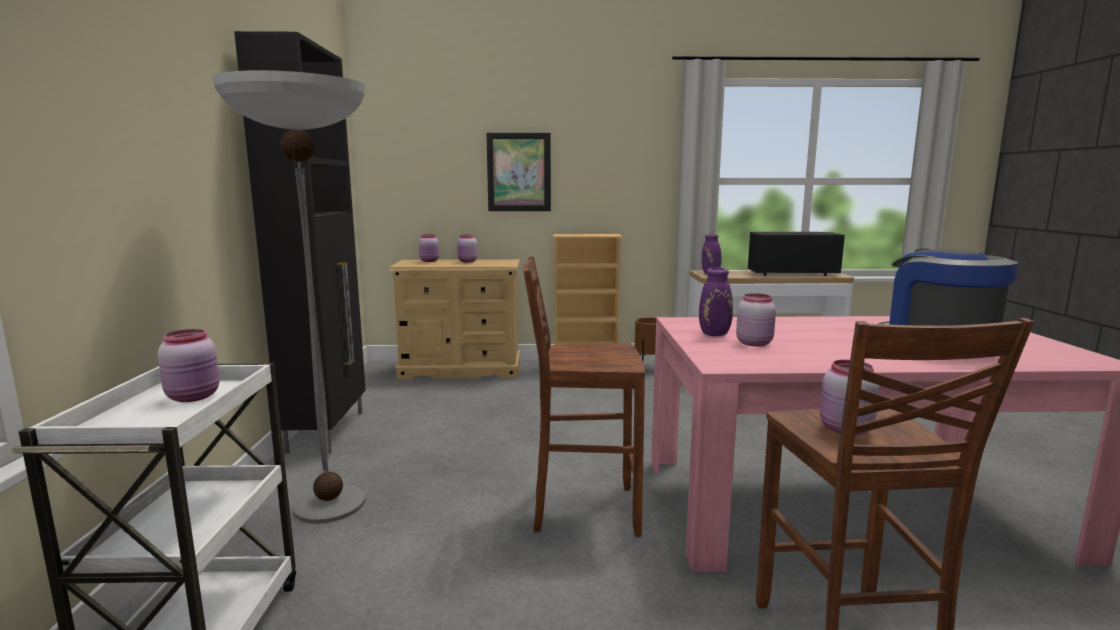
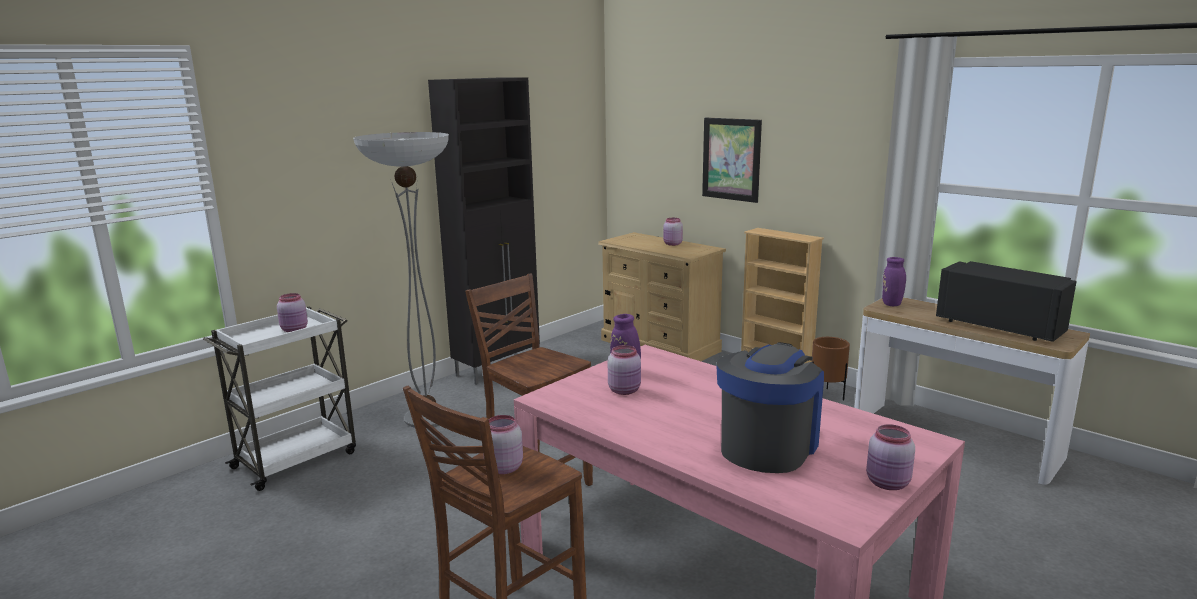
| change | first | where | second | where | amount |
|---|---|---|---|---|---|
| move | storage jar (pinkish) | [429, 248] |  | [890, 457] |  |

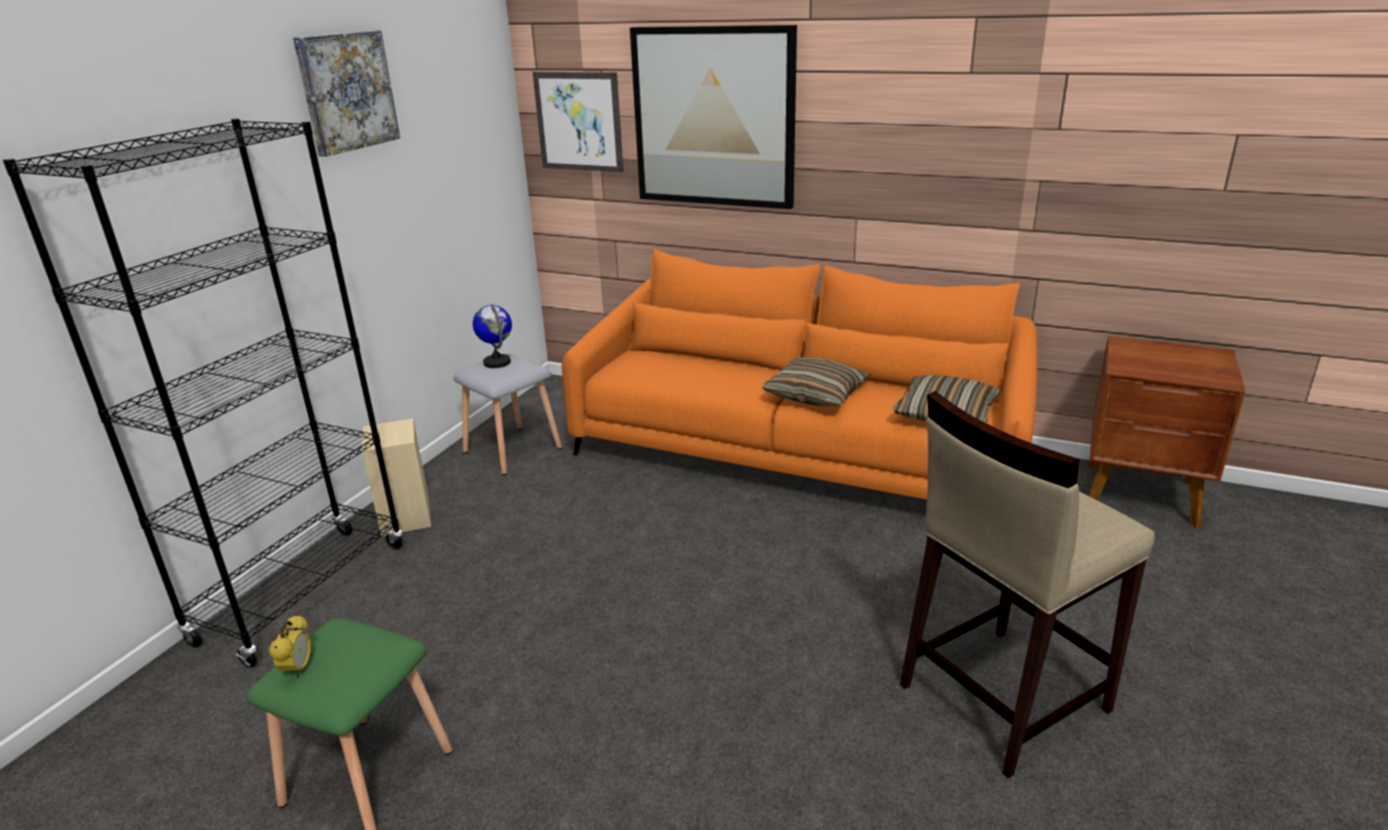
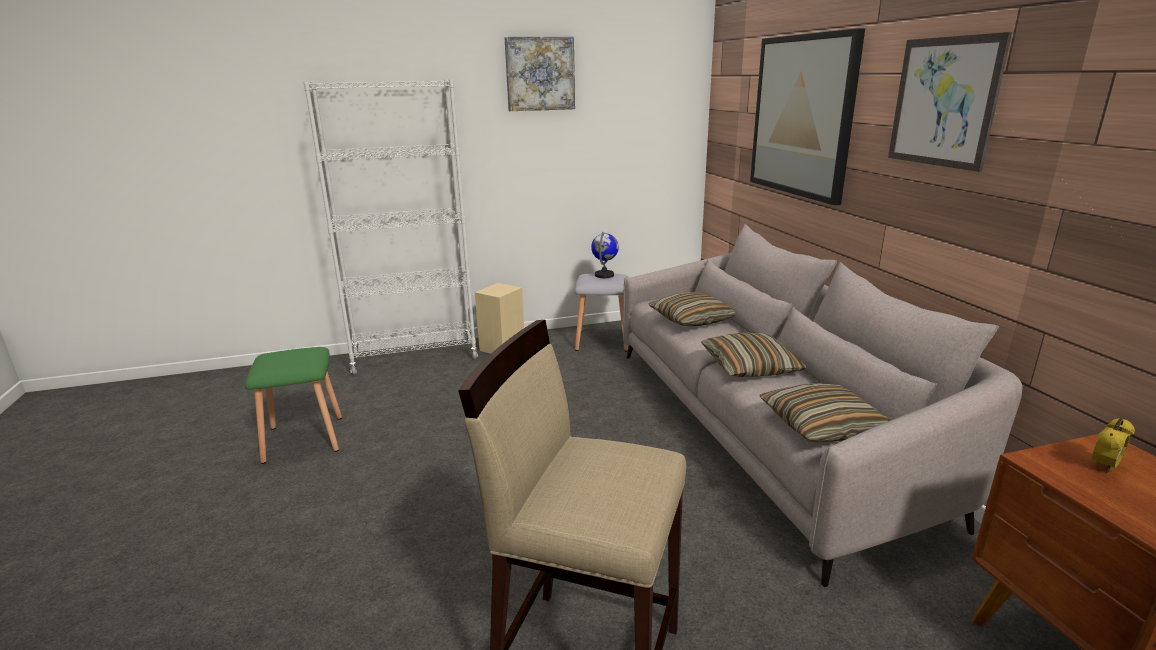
| change | first | where | second | where | amount |
|---|---|---|---|---|---|
| move | wall picture | [578, 122] |  | [950, 102] |  |
| recolor | bookcase (blackish) | [203, 392] | bookcase (white) | [390, 227] |  |
| recolor | couch (orange-coloured) | [799, 374] | couch (gray) | [823, 405] |  |
| move | alarm clock | [290, 646] |  | [1113, 445] |  |
| insert |  |  | throw pillow | [692, 309] |  |

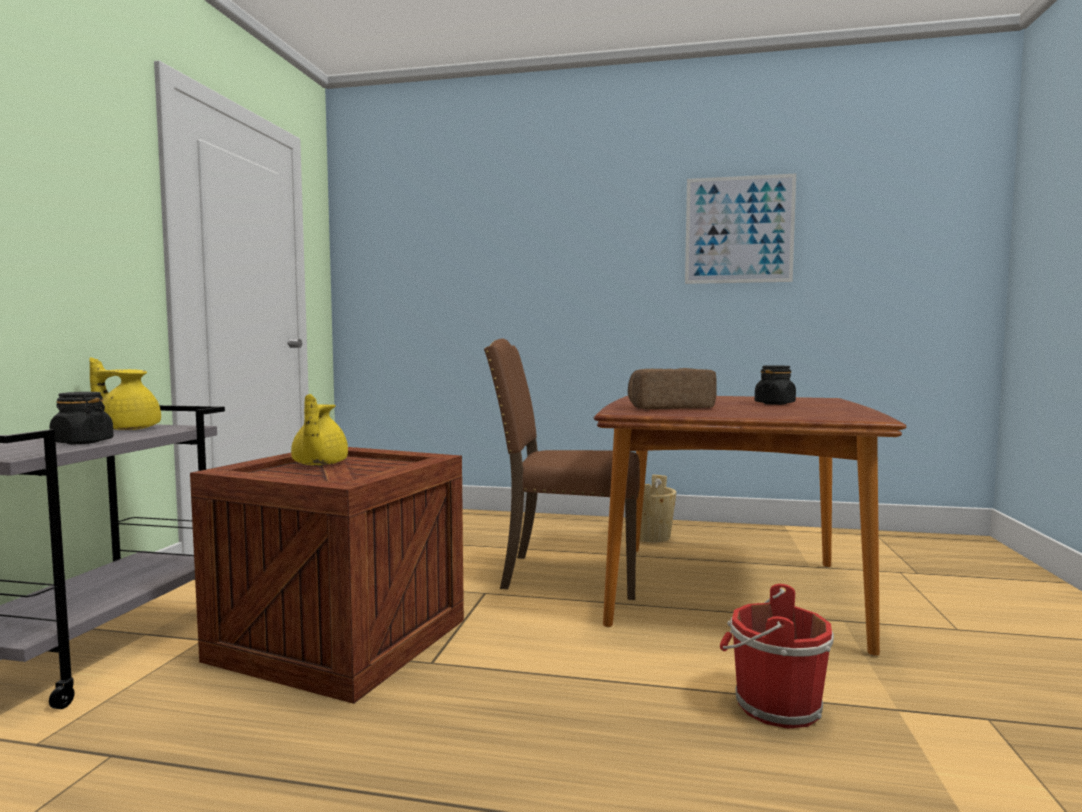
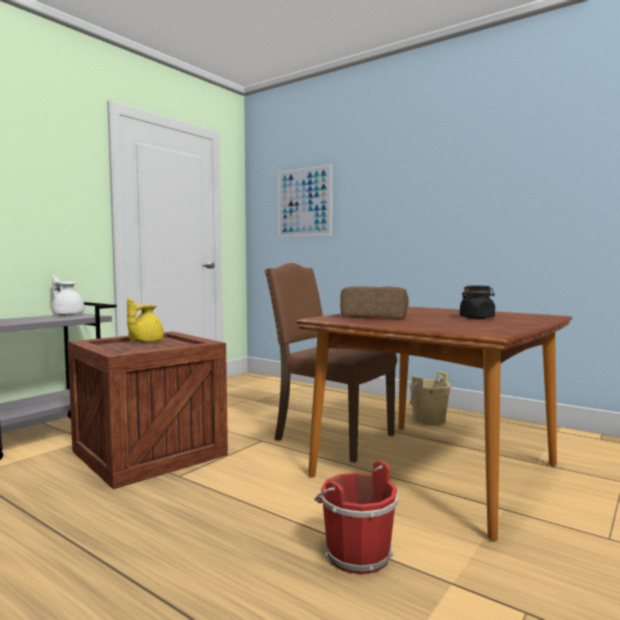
| change | first | where | second | where | amount |
|---|---|---|---|---|---|
| move | wall picture | [740, 229] |  | [305, 200] |  |
| recolor | teapot (yellow-coloured) | [125, 393] | teapot (white) | [68, 295] |  |
| delete | storage jar (blackish) | [81, 418] |  |  |  |

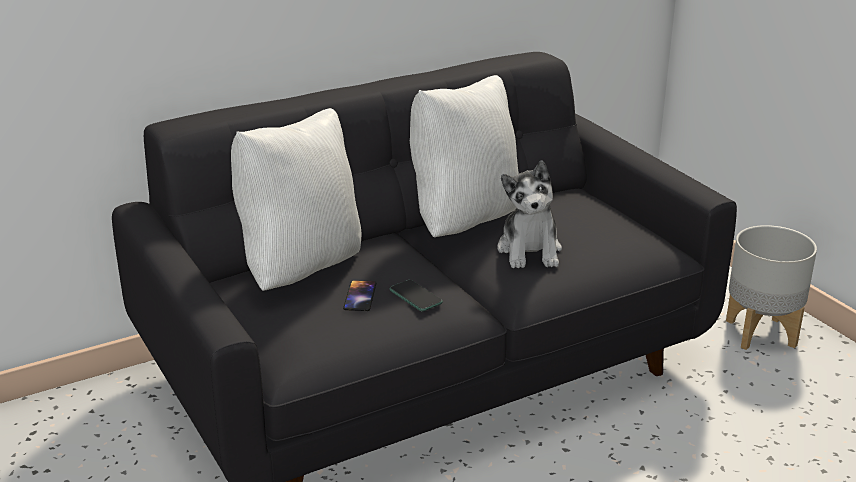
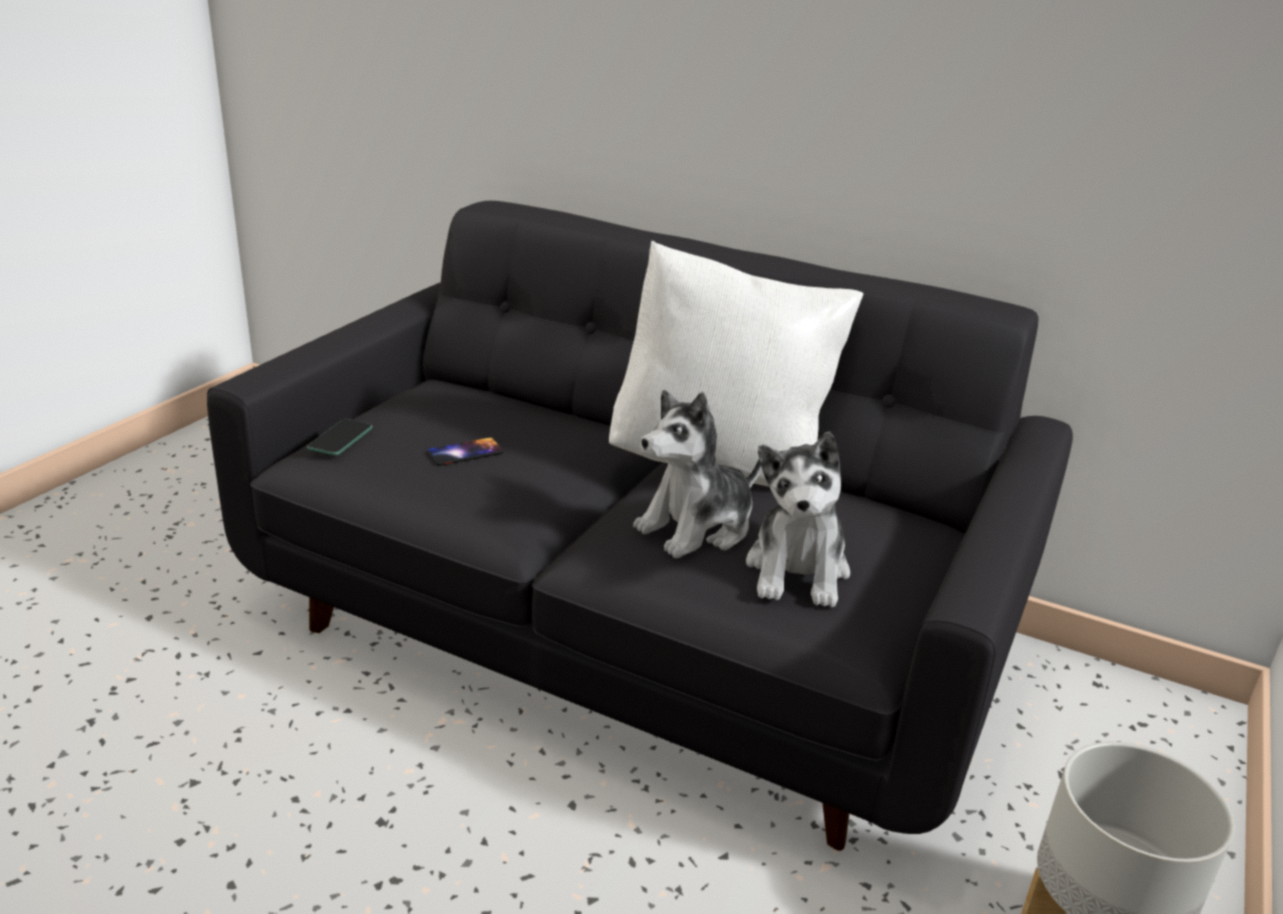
| change | first | where | second | where | amount |
|---|---|---|---|---|---|
| delete | throw pillow (white) | [296, 199] |  |  |  |
| move | phone | [416, 295] |  | [340, 437] |  |
| insert |  |  | plush toy | [798, 519] |  |

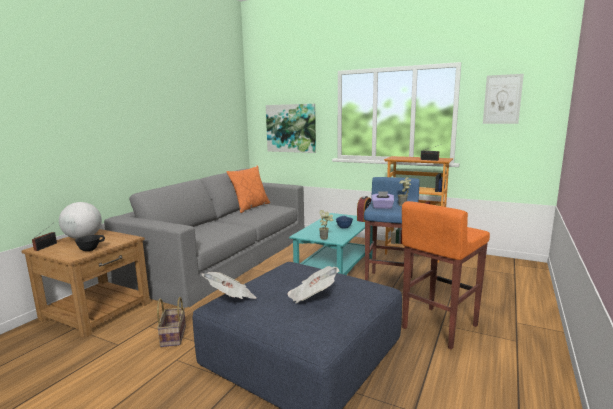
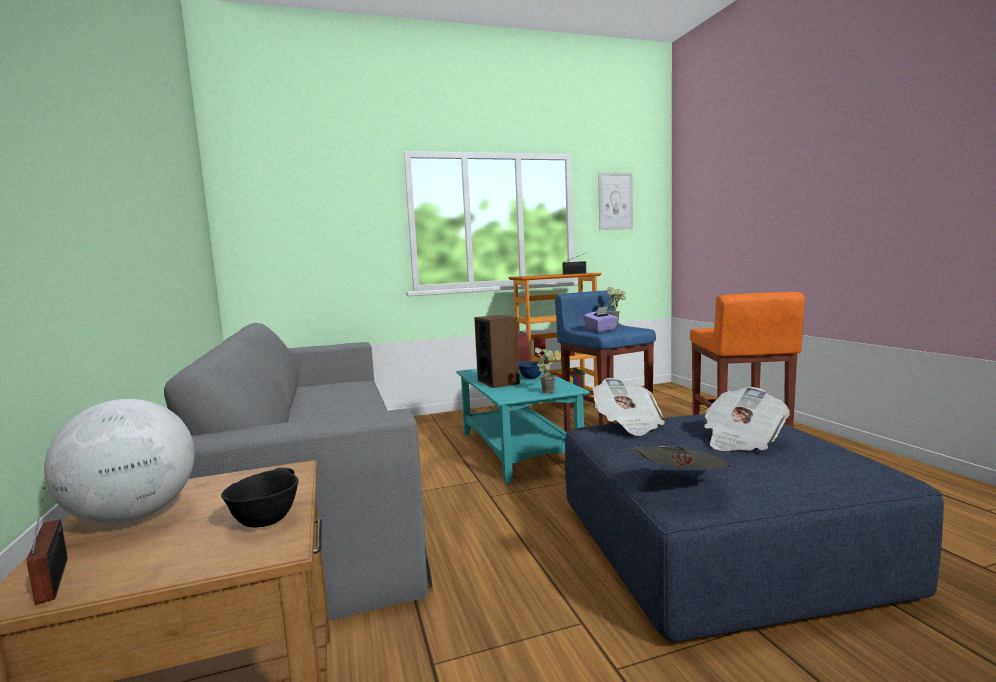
| change | first | where | second | where | amount |
|---|---|---|---|---|---|
| delete | wall picture | [291, 128] |  |  |  |
| delete | throw pillow (orange-coloured) | [248, 189] |  |  |  |
| delete | basket | [171, 322] |  |  |  |
| insert |  |  | loudspeaker | [497, 351] |  |
| insert |  |  | newspaper | [629, 407] |  |

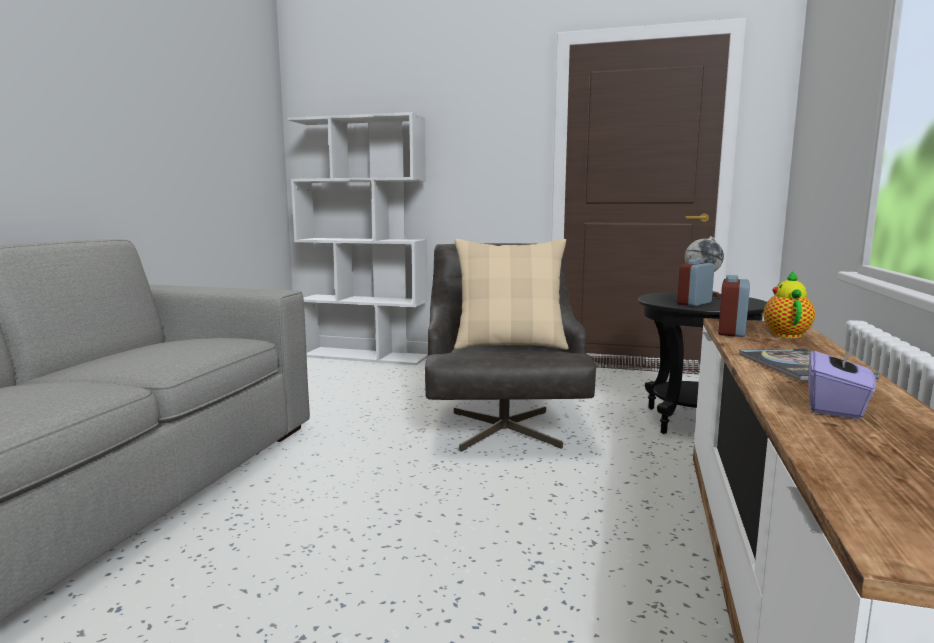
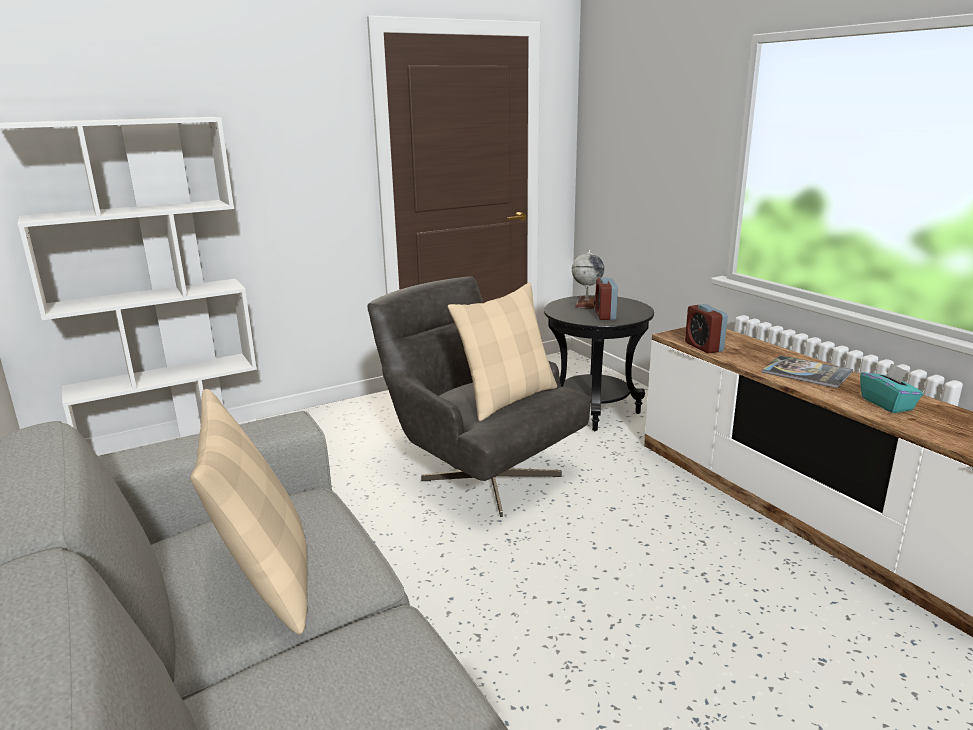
| change | first | where | second | where | amount |
|---|---|---|---|---|---|
| delete | teapot | [789, 304] |  |  |  |
| recolor | tissue holder (purple-coloured) | [842, 379] | tissue holder (turquoise-coloured) | [891, 388] |  |
| insert |  |  | throw pillow (beige-coloured) | [249, 512] |  |

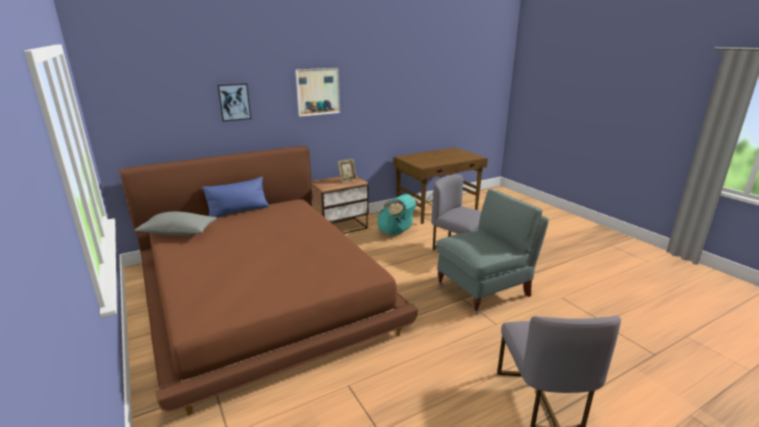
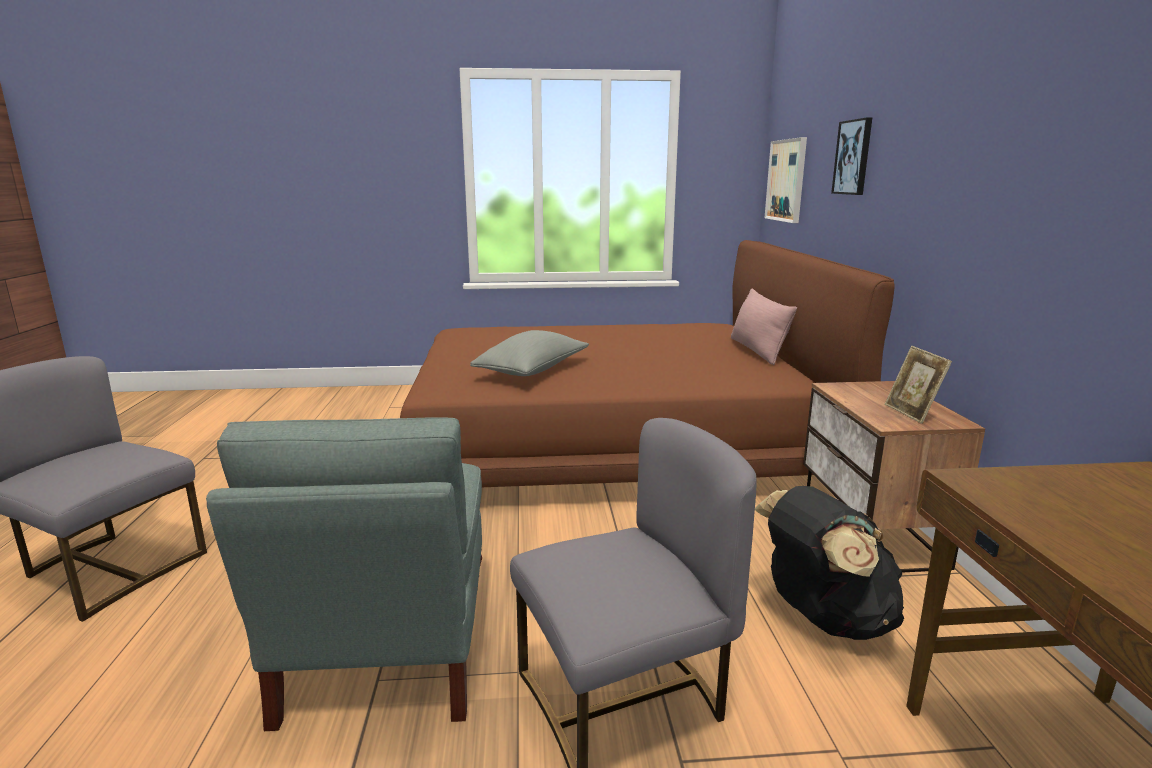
| change | first | where | second | where | amount |
|---|---|---|---|---|---|
| move | wall picture | [317, 92] |  | [785, 180] |  |
| recolor | throw pillow (blue) | [235, 197] | throw pillow (pinkish) | [764, 327] |  |
| recolor | rucksack (turquoise-coloured) | [398, 214] | rucksack (blackish) | [829, 563] |  |
| move | throw pillow (gray) | [176, 223] |  | [529, 353] |  |

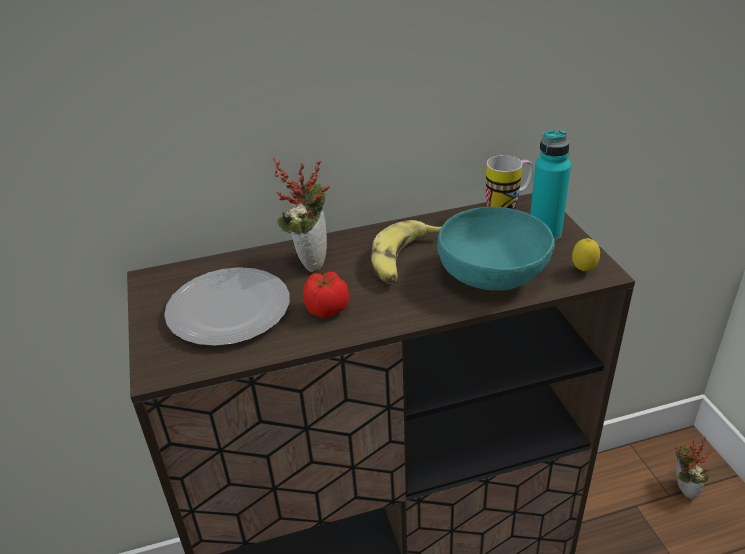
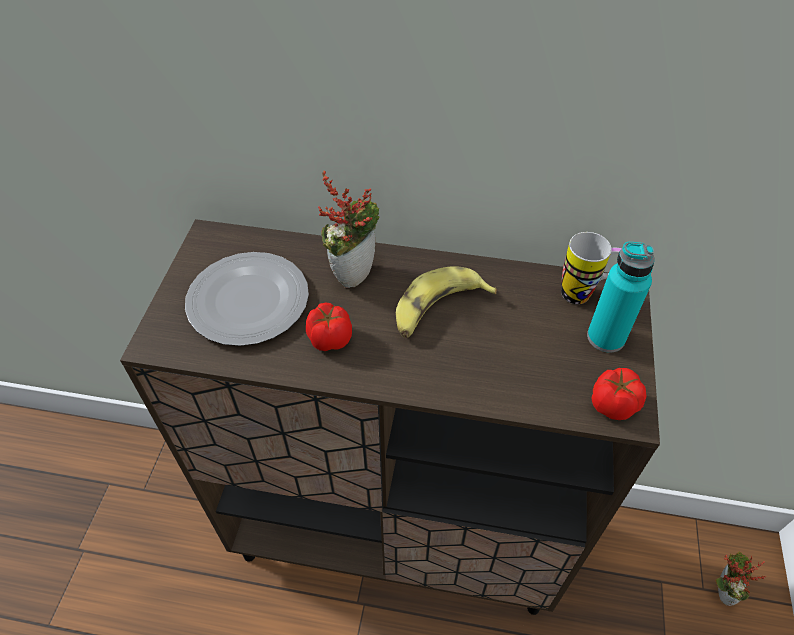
| change | first | where | second | where | amount |
|---|---|---|---|---|---|
| delete | deep dish (turquoise-coloured) | [496, 249] |  |  |  |
| replace | citrus fruit | [586, 254] | tomato | [619, 394] |  |

